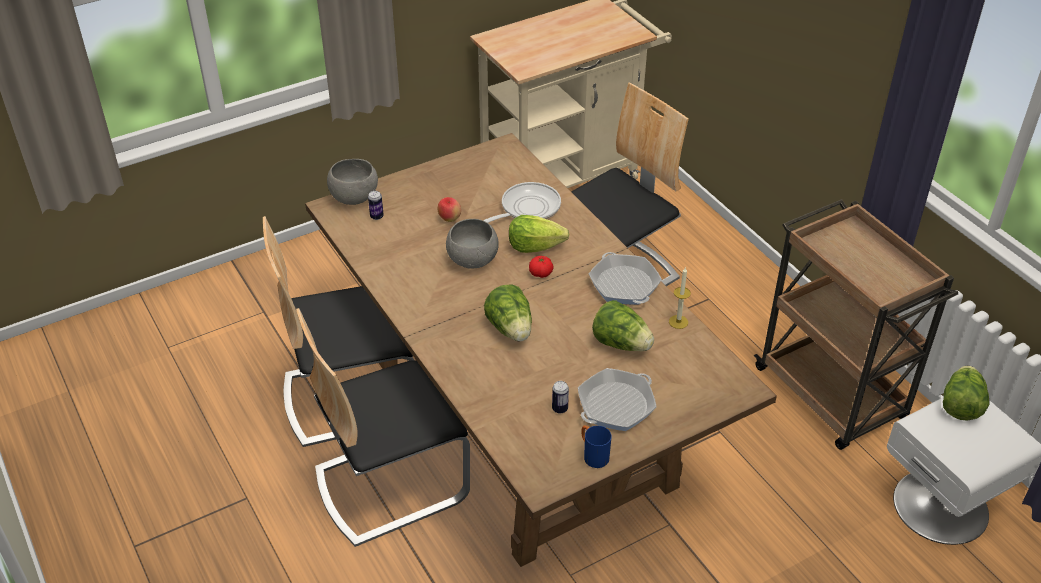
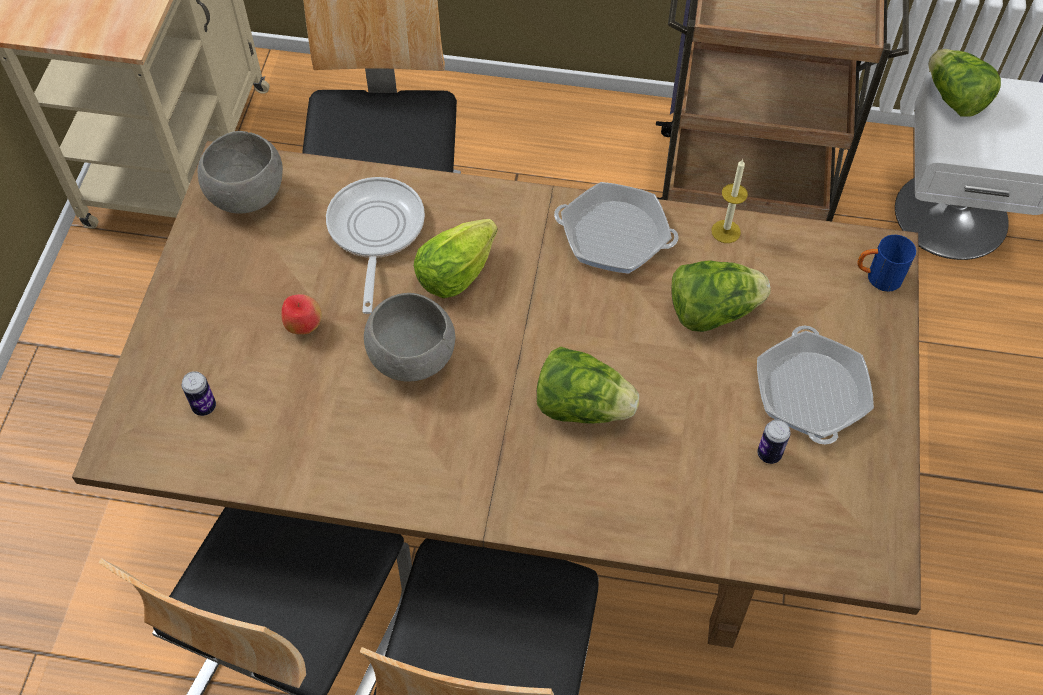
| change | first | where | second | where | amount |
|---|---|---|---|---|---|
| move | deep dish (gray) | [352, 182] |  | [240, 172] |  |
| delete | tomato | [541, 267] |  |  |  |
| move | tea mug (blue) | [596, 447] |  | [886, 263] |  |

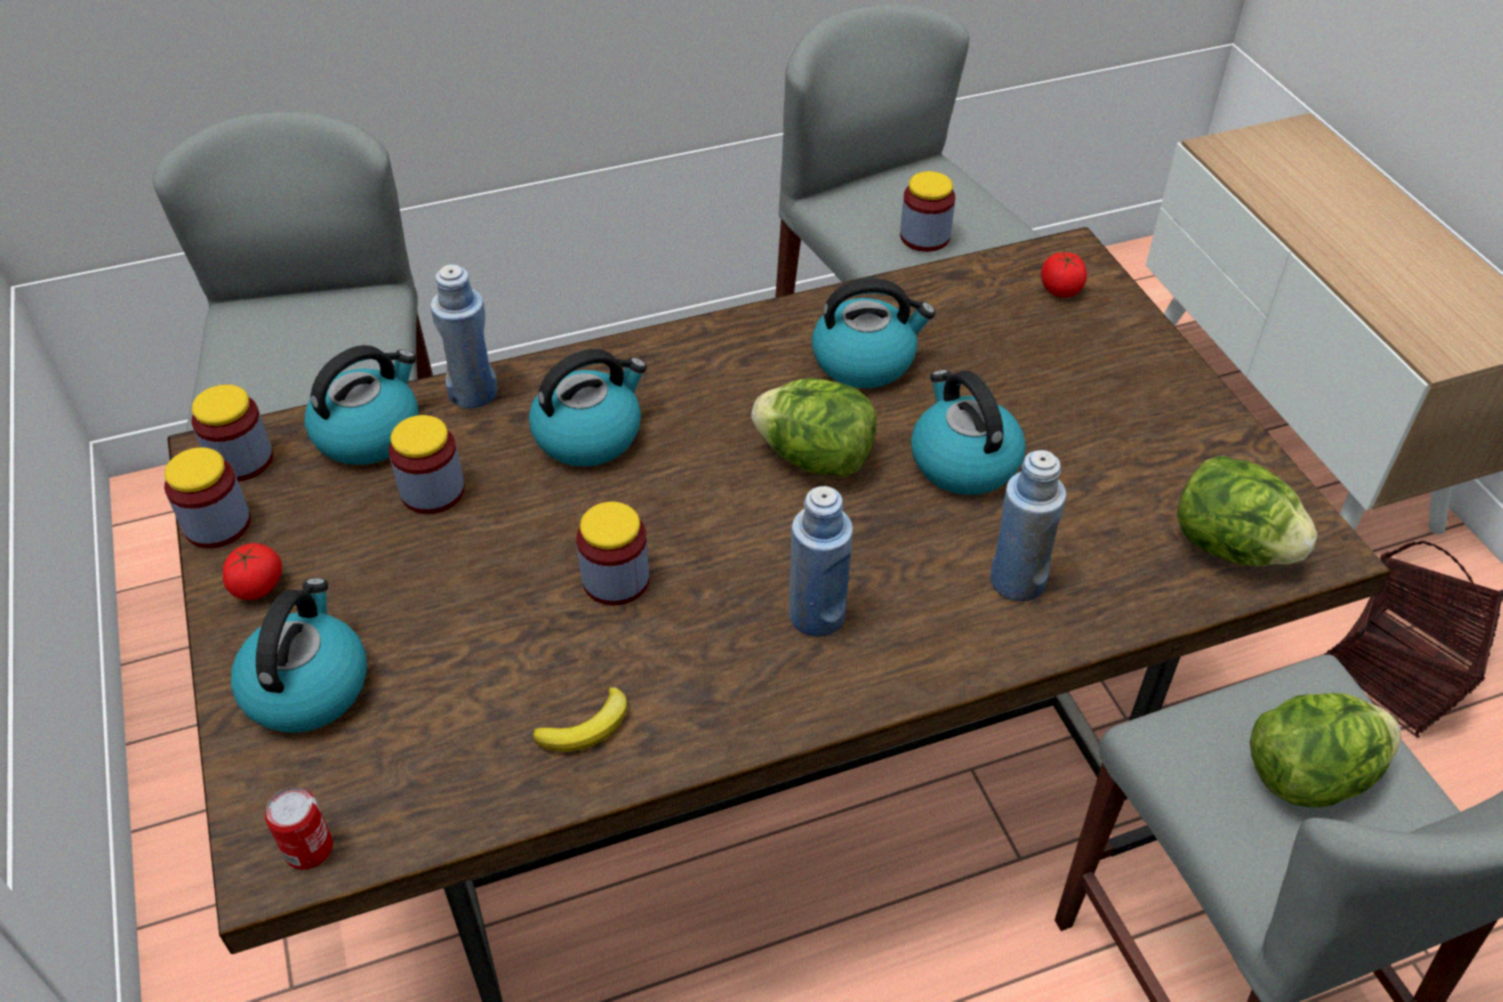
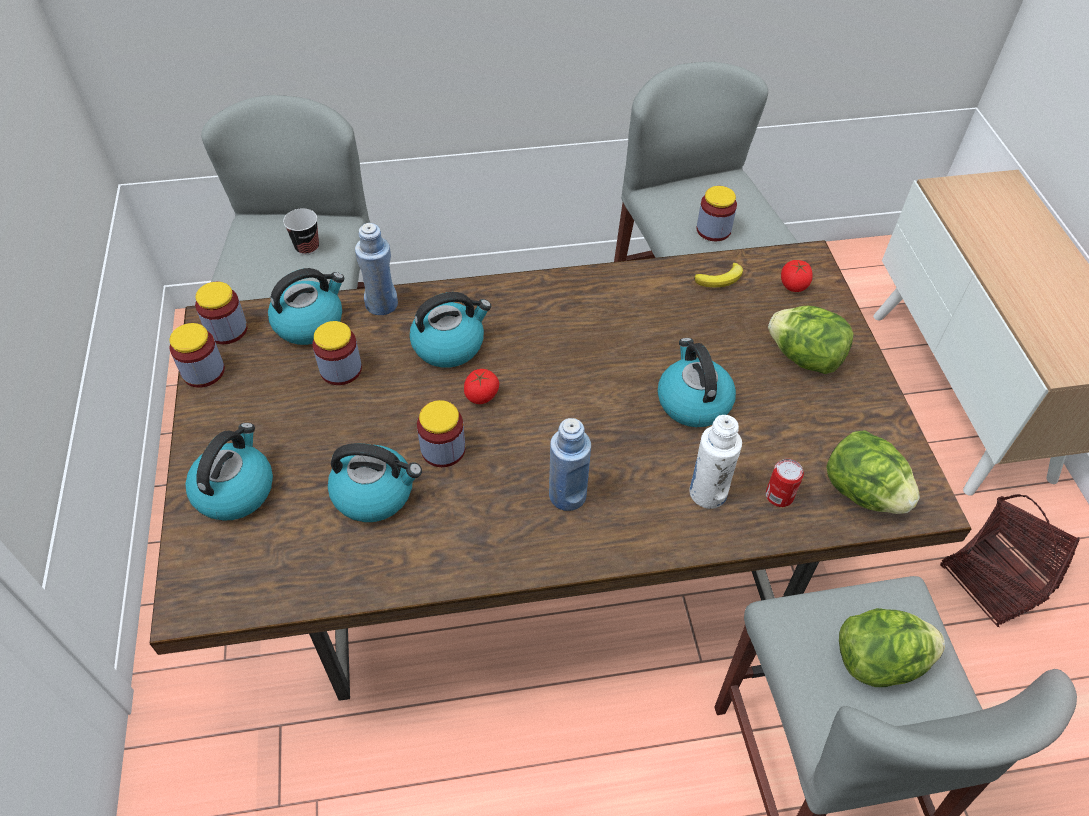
| change | first | where | second | where | amount |
|---|---|---|---|---|---|
| move | water kettle | [874, 333] |  | [375, 482] |  |
| move | lettuce head | [813, 427] |  | [811, 340] |  |
| recolor | drink bottle (blue) | [1028, 526] | drink bottle (white) | [716, 462] |  |
| move | tomato | [252, 571] |  | [481, 386] |  |
| move | whole banana | [580, 719] |  | [718, 275] |  |
| move | sealed can | [299, 828] |  | [785, 483] |  |
| insert |  |  | cup | [301, 231] |  |

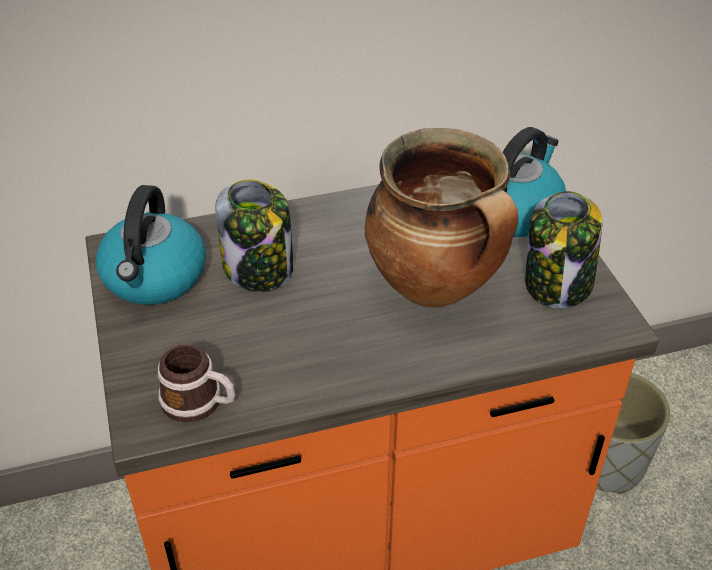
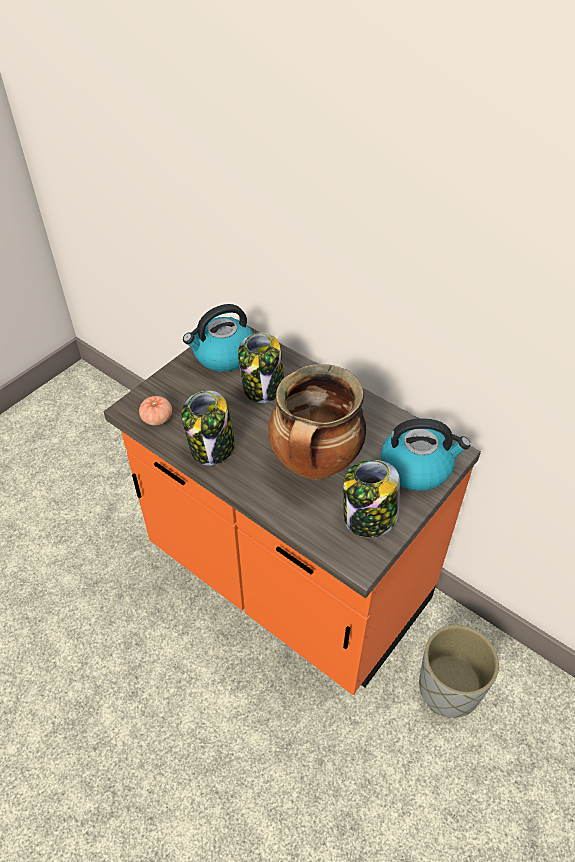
| change | first | where | second | where | amount |
|---|---|---|---|---|---|
| replace | tea mug | [196, 383] | tomato | [155, 410] |  |
| insert |  |  | storage jar | [208, 428] |  |

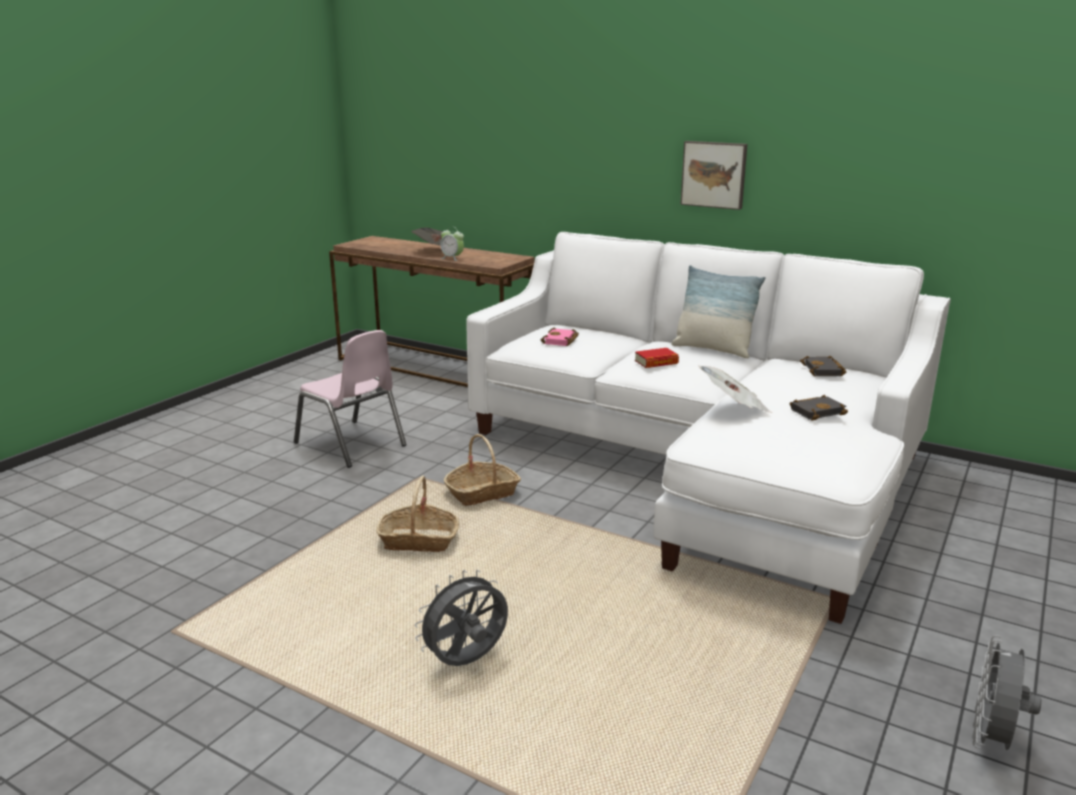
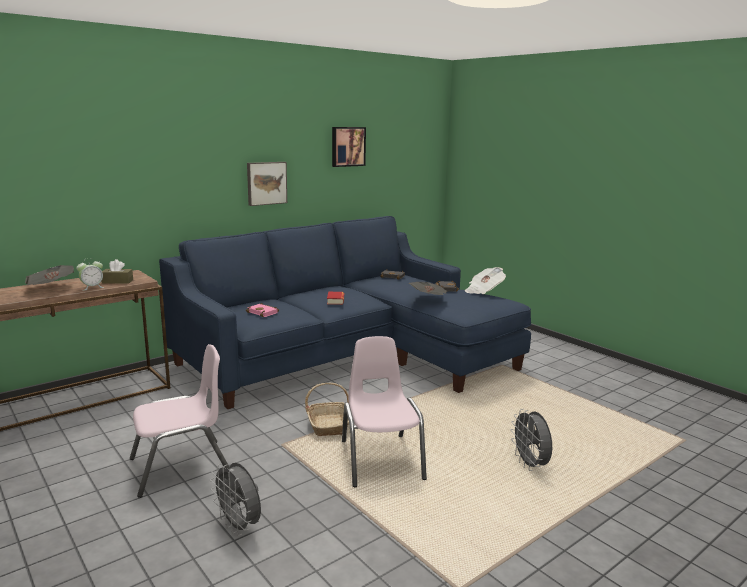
| change | first | where | second | where | amount |
|---|---|---|---|---|---|
| recolor | couch (white) | [708, 428] | couch (blue) | [345, 312] |  |
| delete | throw pillow | [718, 311] |  |  |  |
| replace | basket | [417, 513] | chair (pinkish) | [384, 411] |  |
| move | fan (gray) | [1007, 692] |  | [235, 499] |  |
| insert |  |  | wall picture | [349, 147] |  |
| insert |  |  | tissue holder (brown) | [117, 271] |  |
| insert |  |  | newspaper | [485, 280] |  |

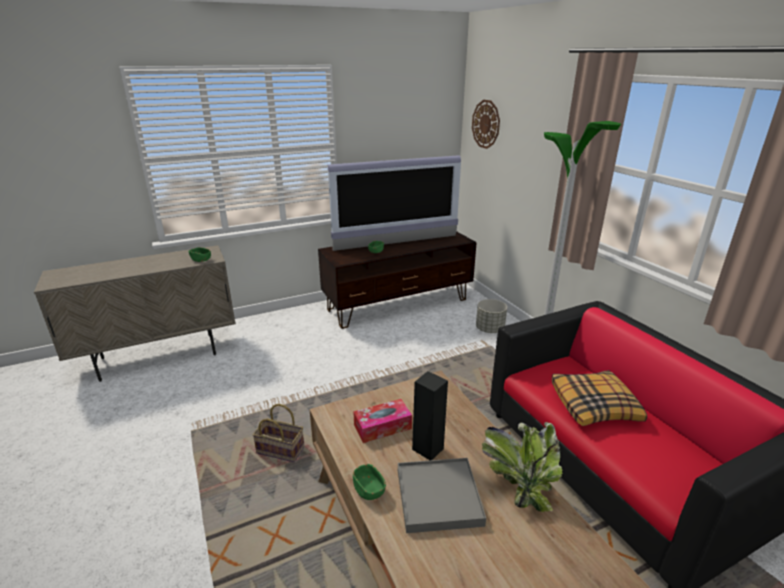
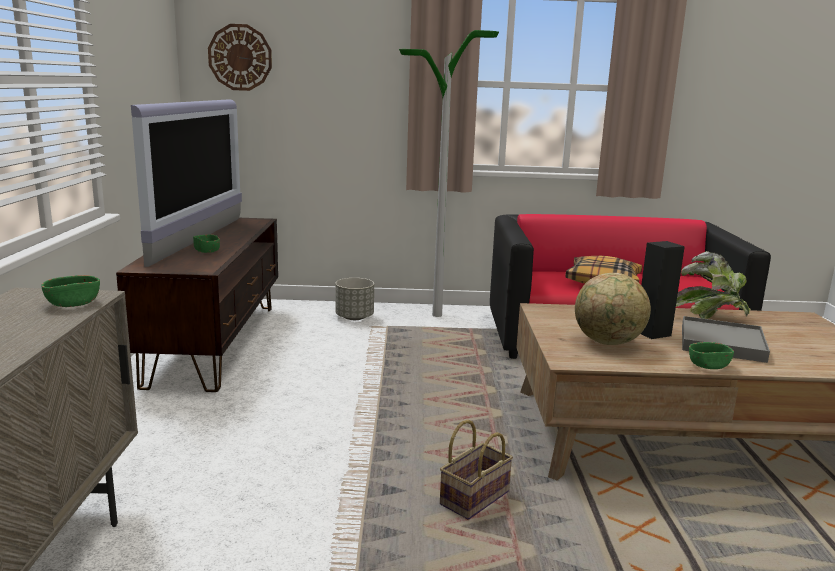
| change | first | where | second | where | amount |
|---|---|---|---|---|---|
| replace | tissue holder | [382, 421] | globe | [613, 309] |  |

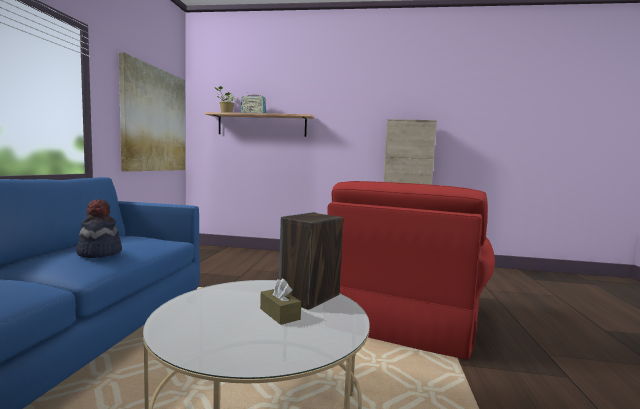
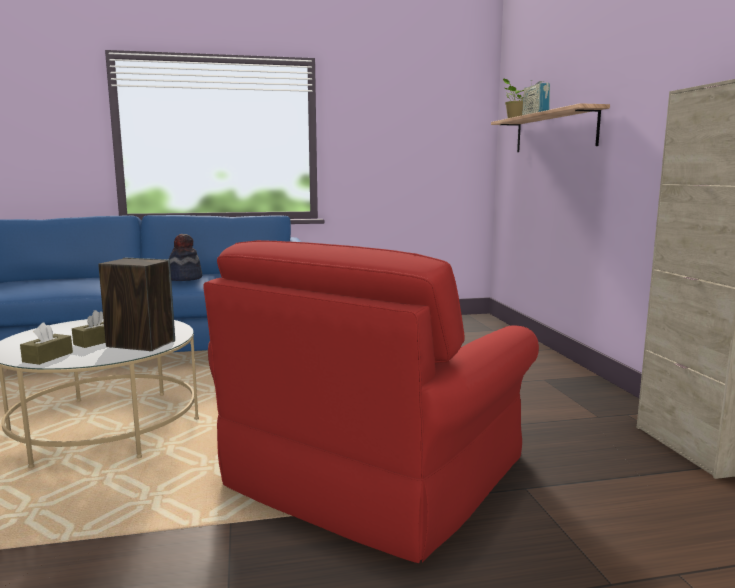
| change | first | where | second | where | amount |
|---|---|---|---|---|---|
| delete | wall picture | [152, 112] |  |  |  |
| rotate | easy chair (red-coloured) | [411, 270] |  | [371, 401] | 60 degrees counterclockwise |
| insert |  |  | tissue holder (brown) | [46, 343] |  |

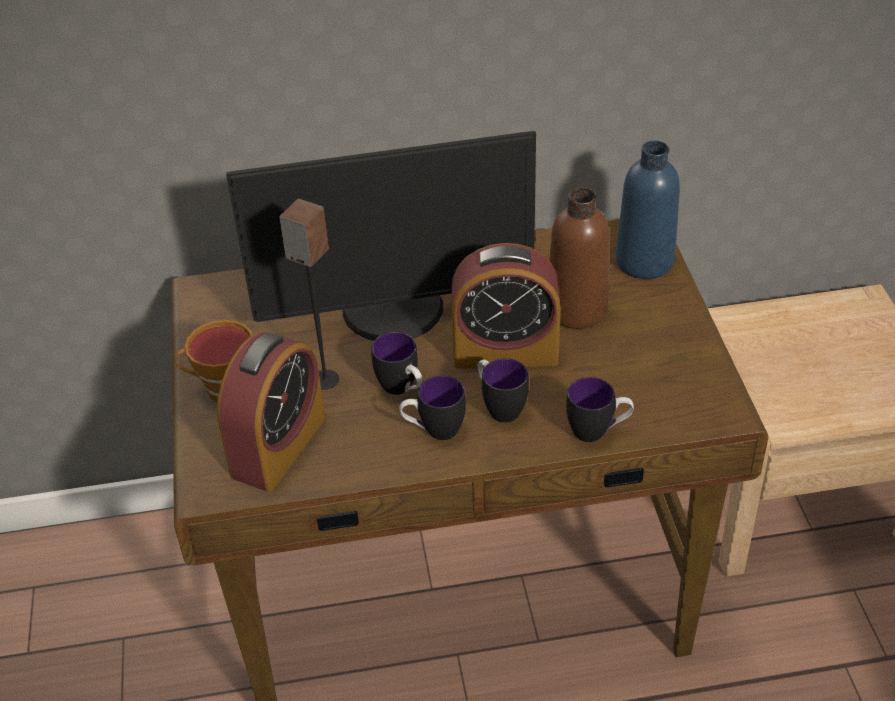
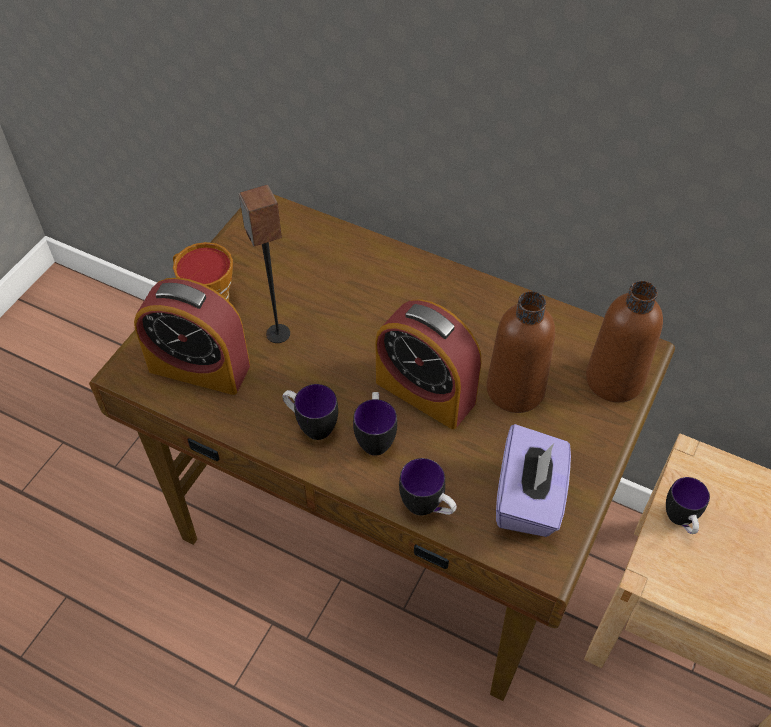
| change | first | where | second | where | amount |
|---|---|---|---|---|---|
| delete | computer screen | [381, 236] |  |  |  |
| recolor | drink bottle (blue) | [648, 210] | drink bottle (brown) | [624, 342] |  |
| rotate | alarm clock | [271, 412] |  | [192, 336] | 45 degrees clockwise |
| move | tea mug | [397, 363] |  | [688, 505] |  |
| insert |  |  | tissue holder (purple-coloured) | [533, 480] |  |

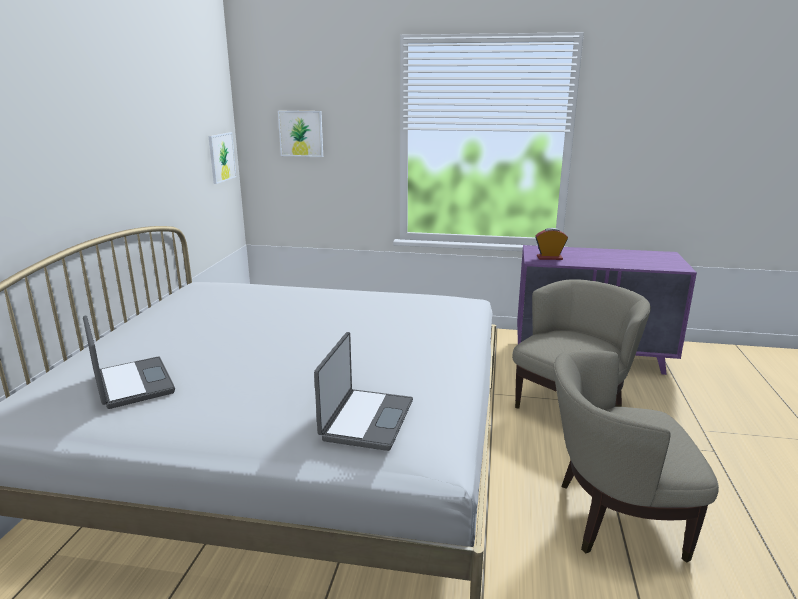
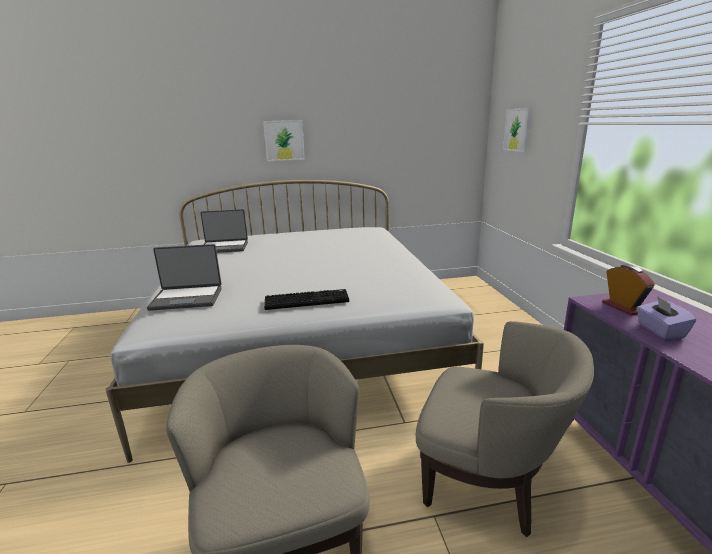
| change | first | where | second | where | amount |
|---|---|---|---|---|---|
| move | wall picture | [222, 158] |  | [284, 140] |  |
| rotate | notebook computer | [129, 362] |  | [224, 231] | 45 degrees clockwise |
| insert |  |  | keyboard | [306, 299] |  |
| insert |  |  | tissue holder (purple-coloured) | [666, 317] |  |

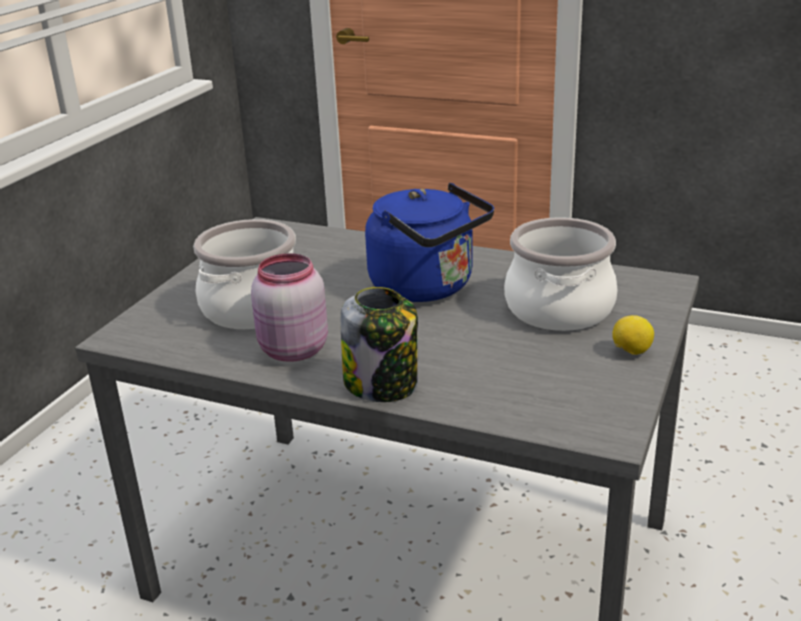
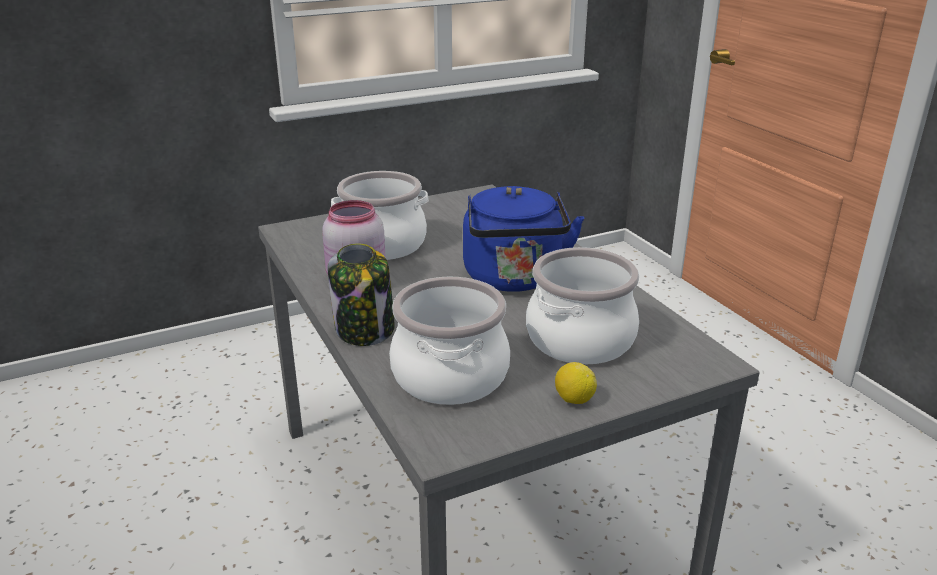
| change | first | where | second | where | amount |
|---|---|---|---|---|---|
| insert |  |  | stockpot | [449, 341] |  |

